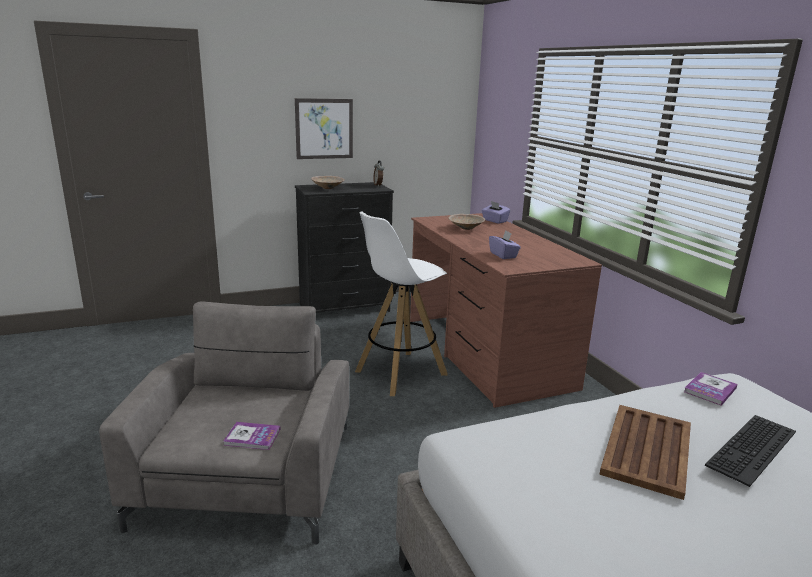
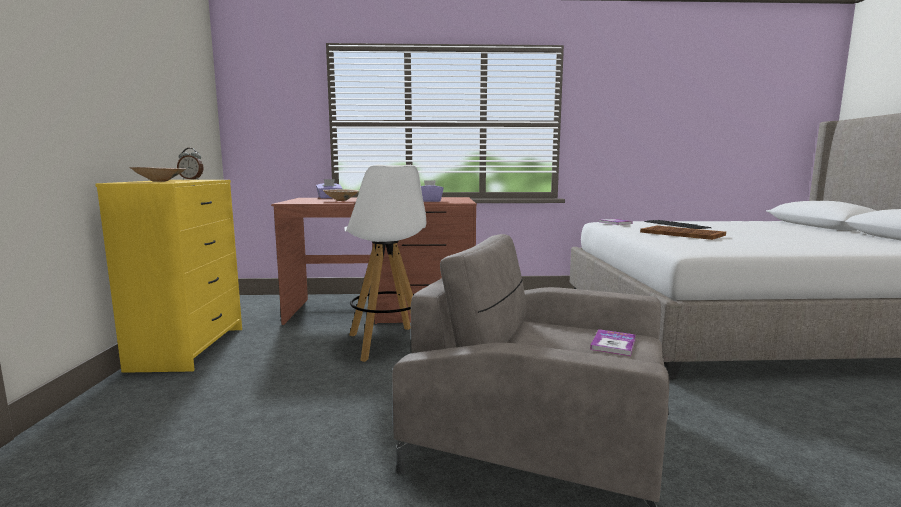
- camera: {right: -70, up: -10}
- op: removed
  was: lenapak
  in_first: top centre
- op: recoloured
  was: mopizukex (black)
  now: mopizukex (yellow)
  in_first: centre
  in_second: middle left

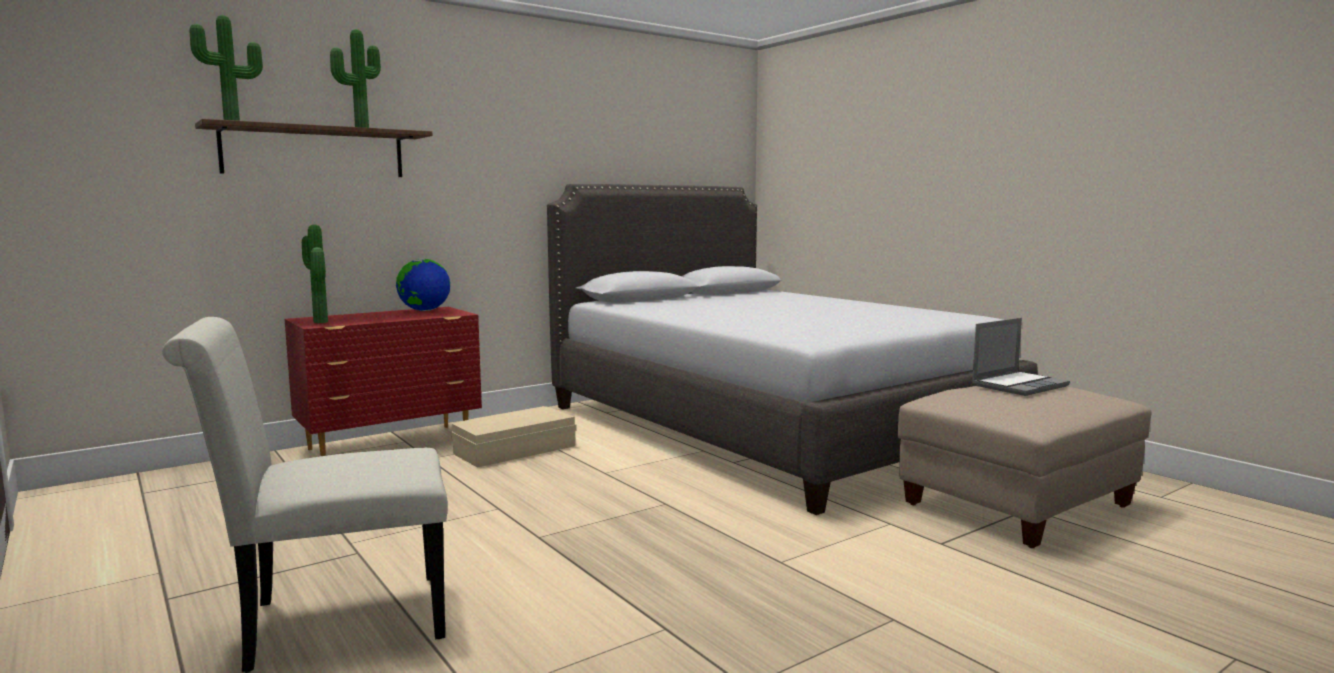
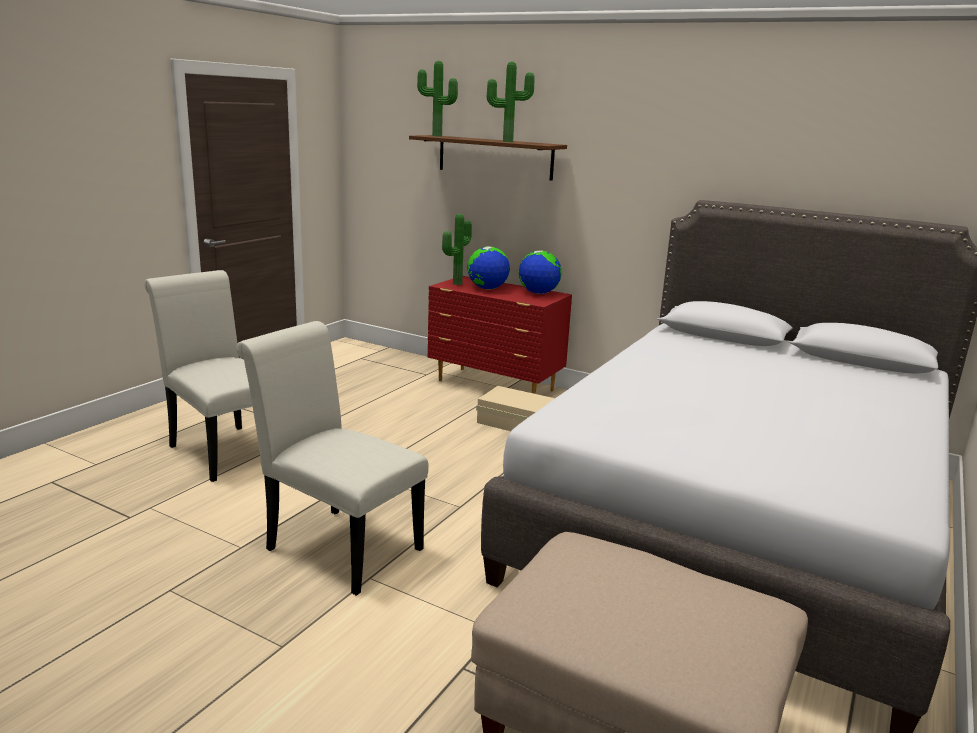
- camera: {right: 65, up: 10}
- op: removed
  was: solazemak
  in_first: middle right
- op: added
  now: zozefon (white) (2nd from left)
  in_second: centre
- op: added
  now: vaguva (1st from left)
  in_second: centre

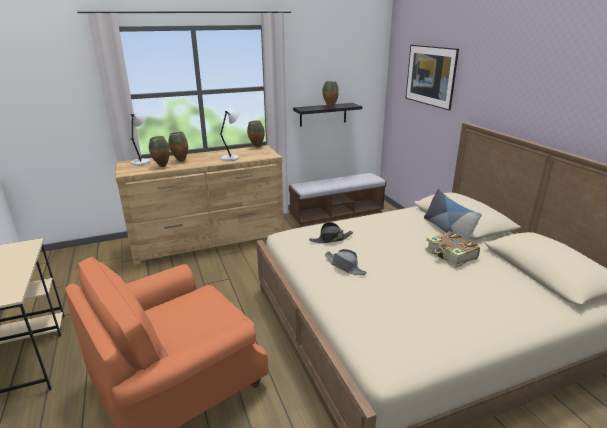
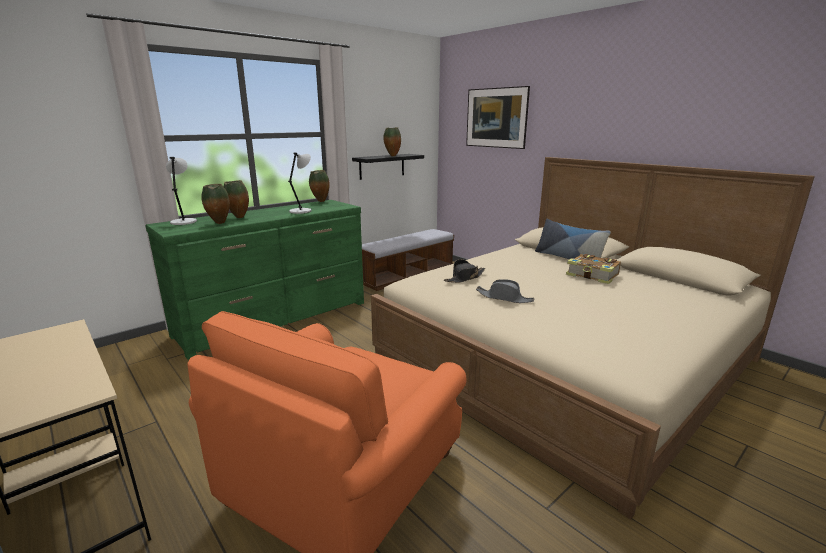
- camera: {right: -20, up: -5}
- op: recoloured
  was: mopizukex (brown)
  now: mopizukex (green)
  in_first: middle left
  in_second: middle left

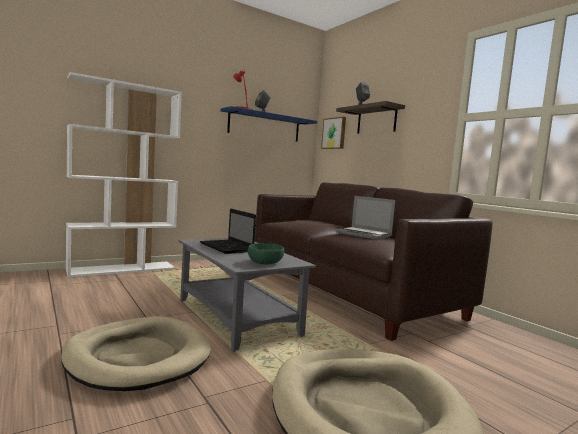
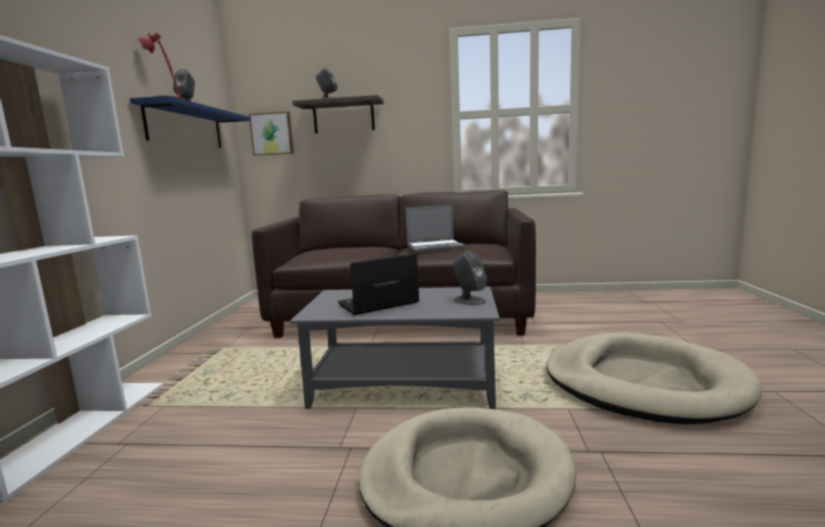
- camera: {right: -50, up: 5}
- op: turned
  was: solazemak (1st from left)
  in_first: centre
  in_second: centre
  clockwise: 150
- op: replaced
  was: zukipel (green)
  now: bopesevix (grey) (3rd from left)
  in_first: centre
  in_second: centre

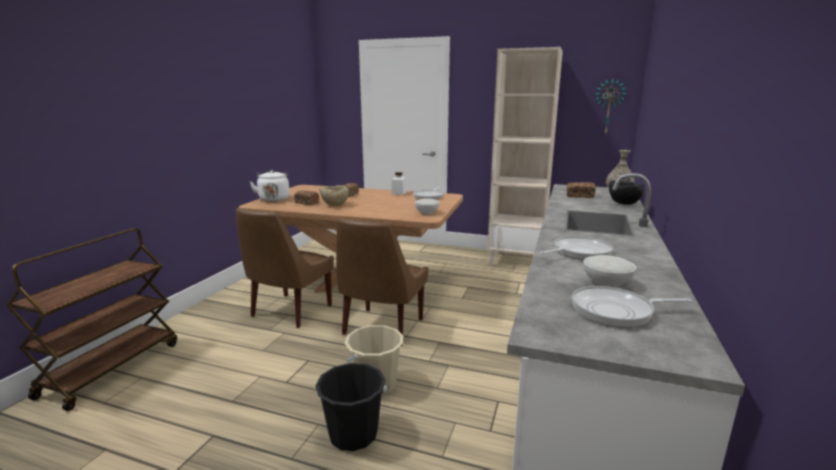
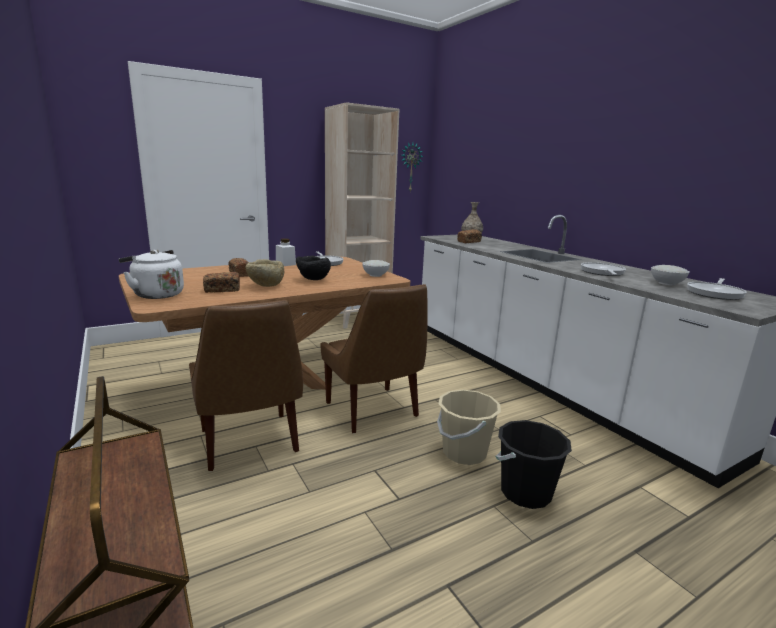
- camera: {right: -50, up: 0}
- op: moved
  was: zukipel (black)
  in_first: middle right
  in_second: centre

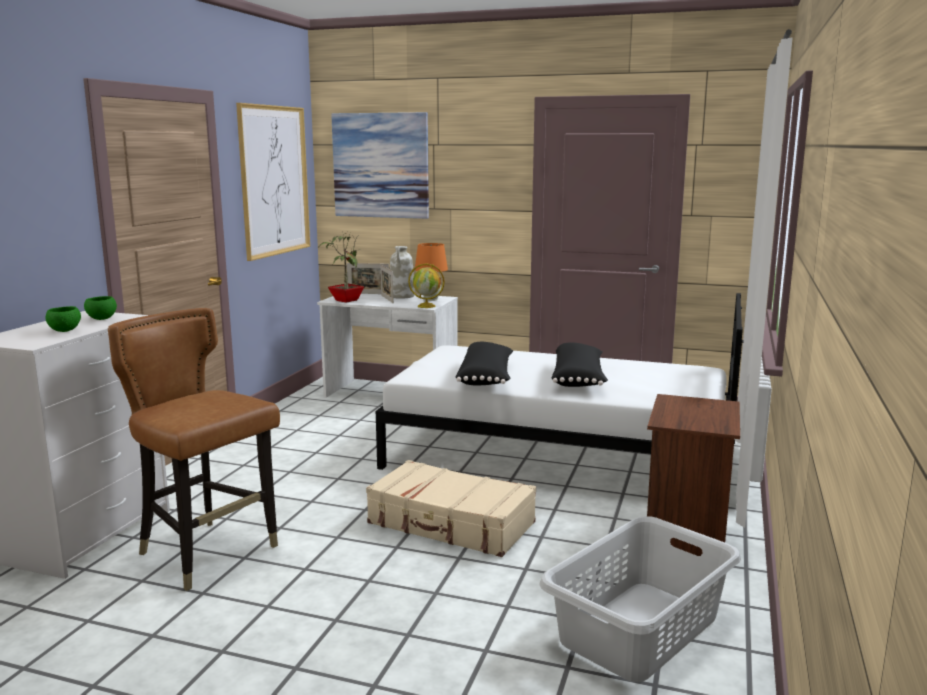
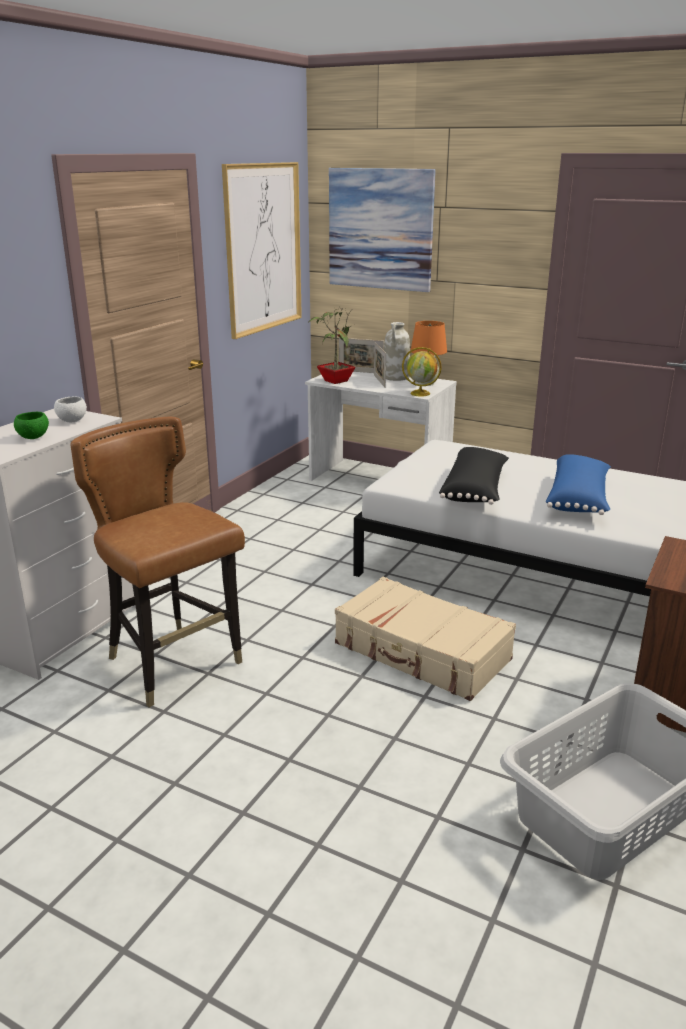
- camera: {right: 10, up: 10}
- op: recoloured
  was: zukipel (green) (2nd from left)
  now: zukipel (white)
  in_first: middle left
  in_second: middle left
- op: recoloured
  was: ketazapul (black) (2nd from left)
  now: ketazapul (blue)
  in_first: centre
  in_second: middle right

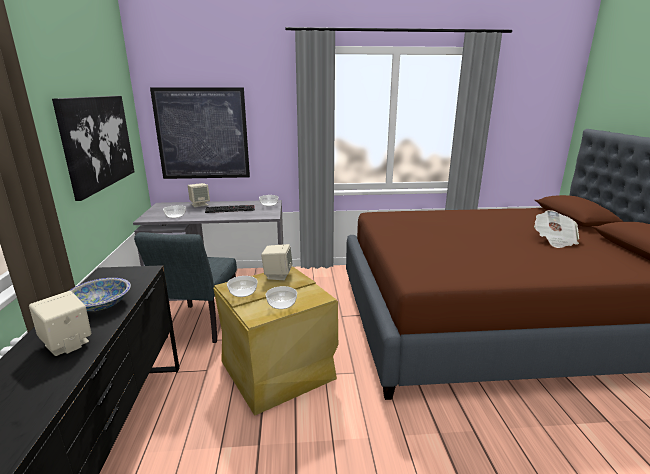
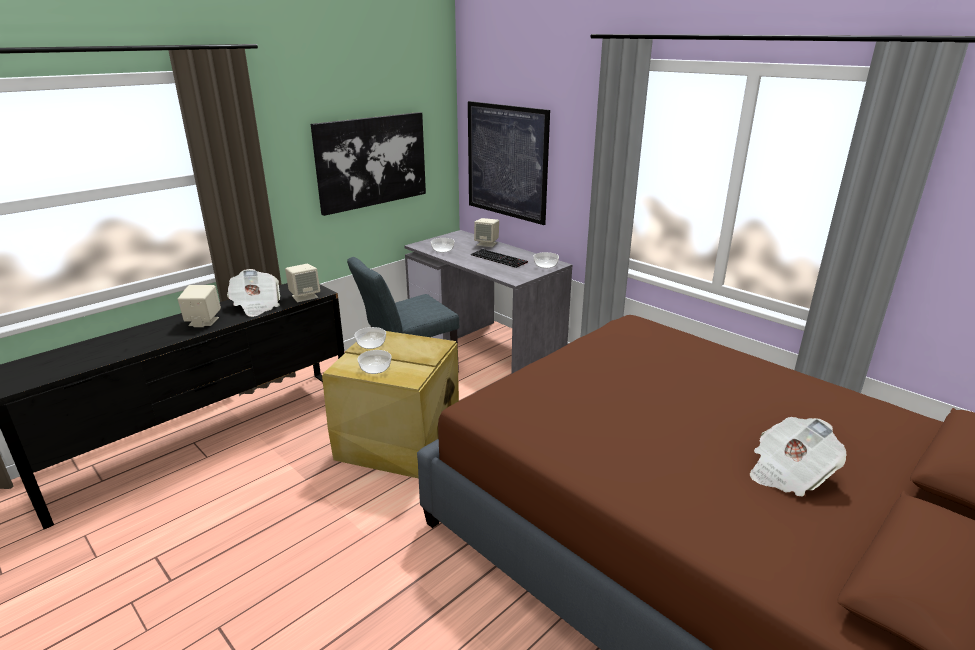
- camera: {right: 50, up: 5}
- op: replaced
  was: zukipel (1st from left)
  now: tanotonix (1st from left)
  in_first: middle left
  in_second: middle left
- op: moved
  was: bopesevix (beige) (3rd from left in the first image)
  now: bopesevix (beige) (2nd from left)
  in_first: centre
  in_second: middle left

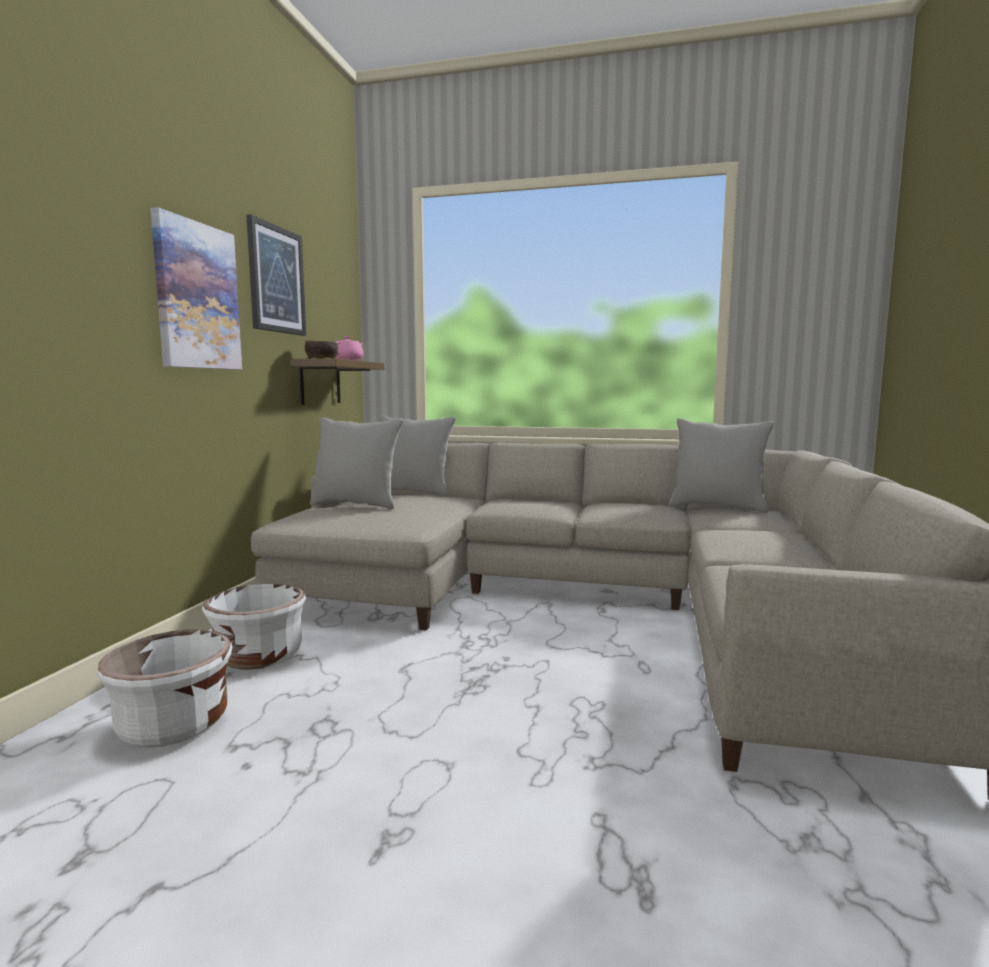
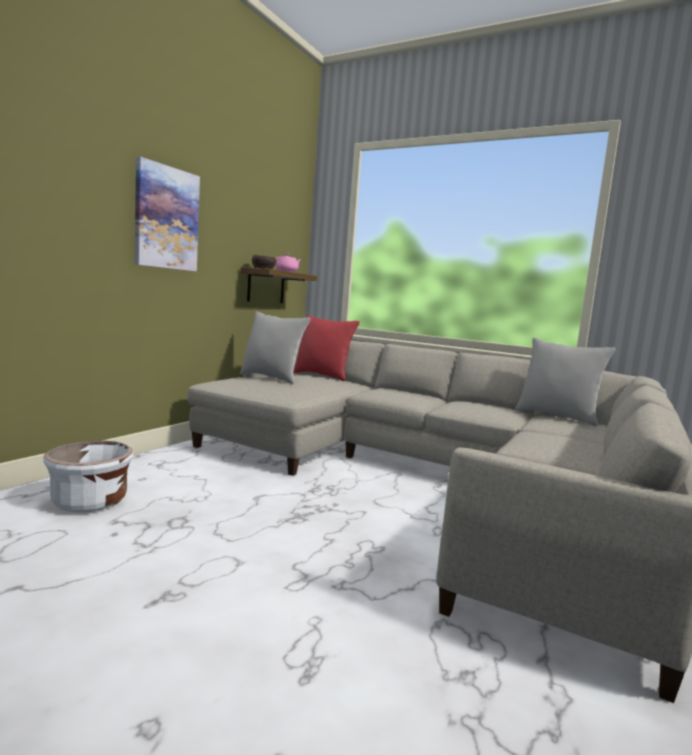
- camera: {right: 15, up: 0}
- op: removed
  was: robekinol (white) (2nd from left)
  in_first: middle left
- op: removed
  was: lenapak (2nd from left)
  in_first: top left
- op: recoloured
  was: ketazapul (grey) (2nd from left)
  now: ketazapul (red)
  in_first: centre
  in_second: centre

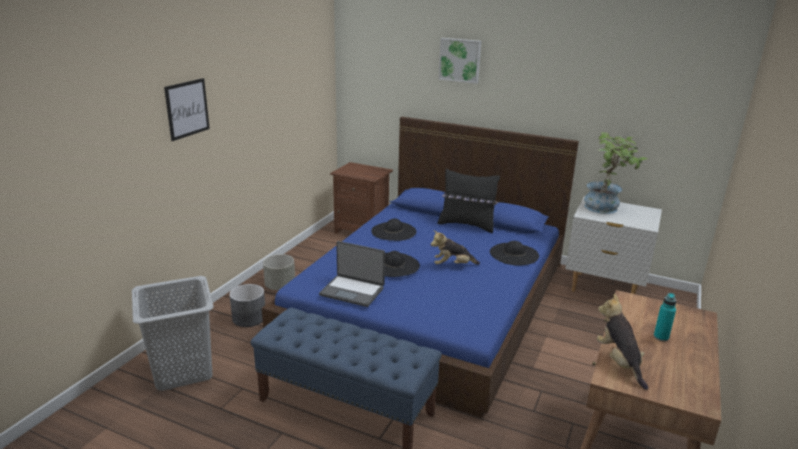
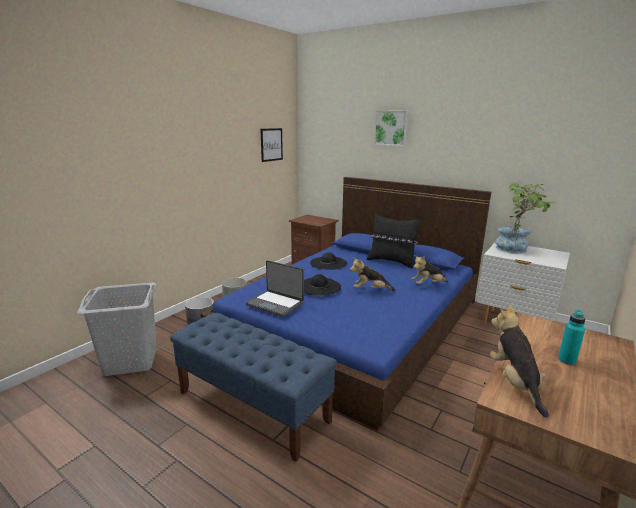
- camera: {right: 10, up: -5}
- op: moved
  was: lenapak (1st from left)
  in_first: top left
  in_second: top centre
- op: replaced
  was: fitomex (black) (3rd from left)
  now: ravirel (2nd from left)
  in_first: centre
  in_second: middle right

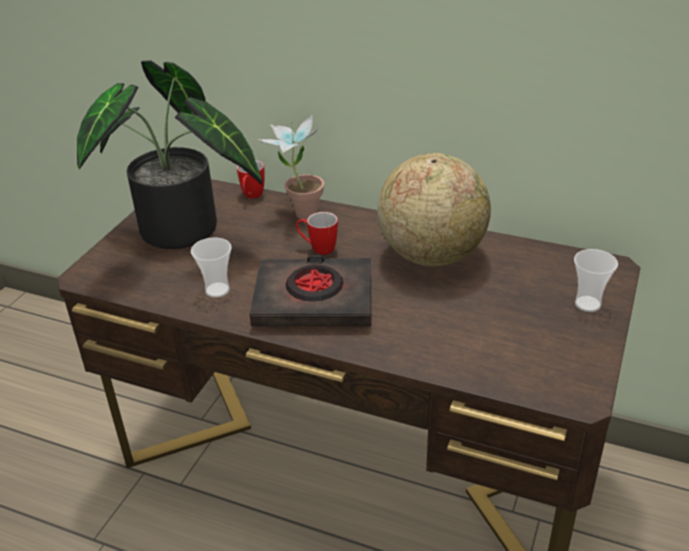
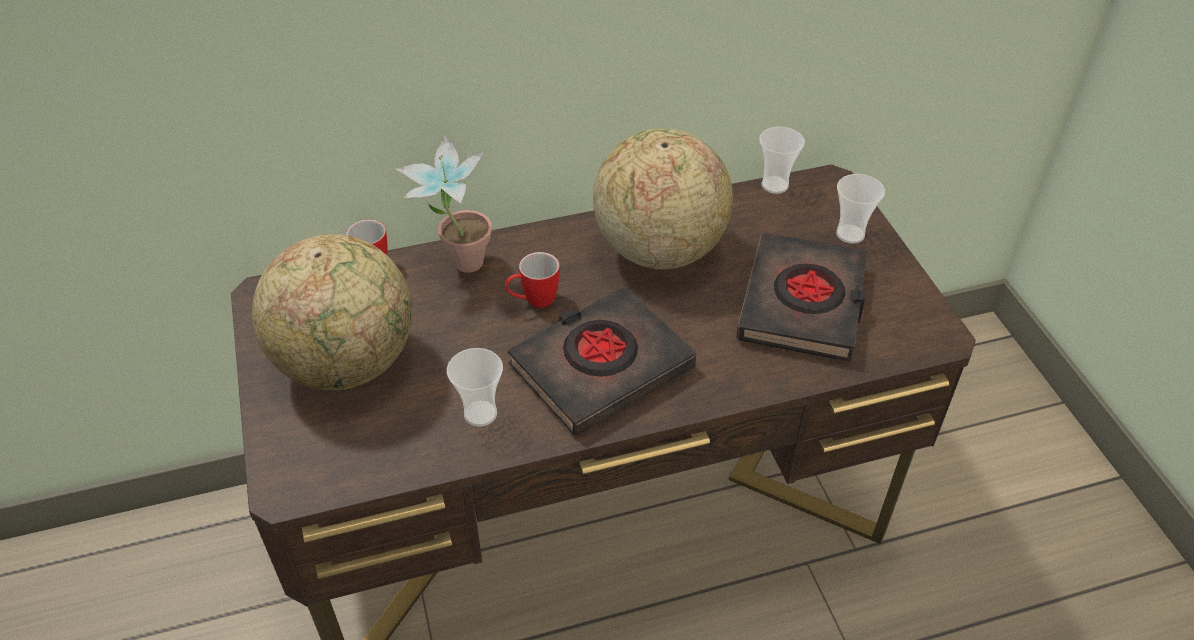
- camera: {right: -40, up: 10}
- op: replaced
  was: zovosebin (1st from left)
  now: vaguva (1st from left)
  in_first: top left
  in_second: middle left
- op: added
  now: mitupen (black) (2nd from left)
  in_second: middle right
- op: added
  now: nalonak (2nd from left)
  in_second: top centre

